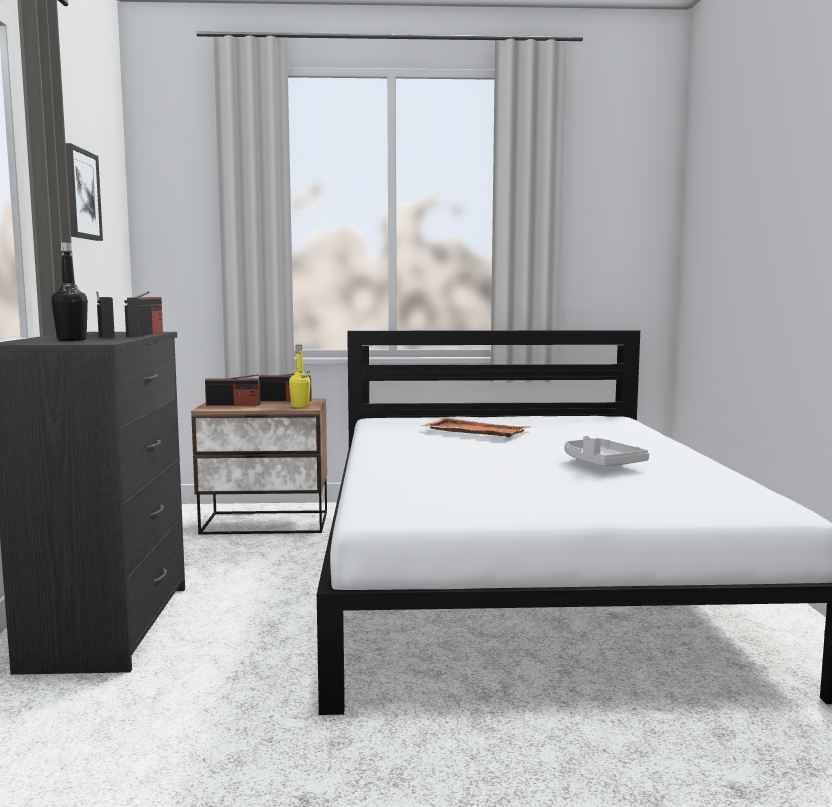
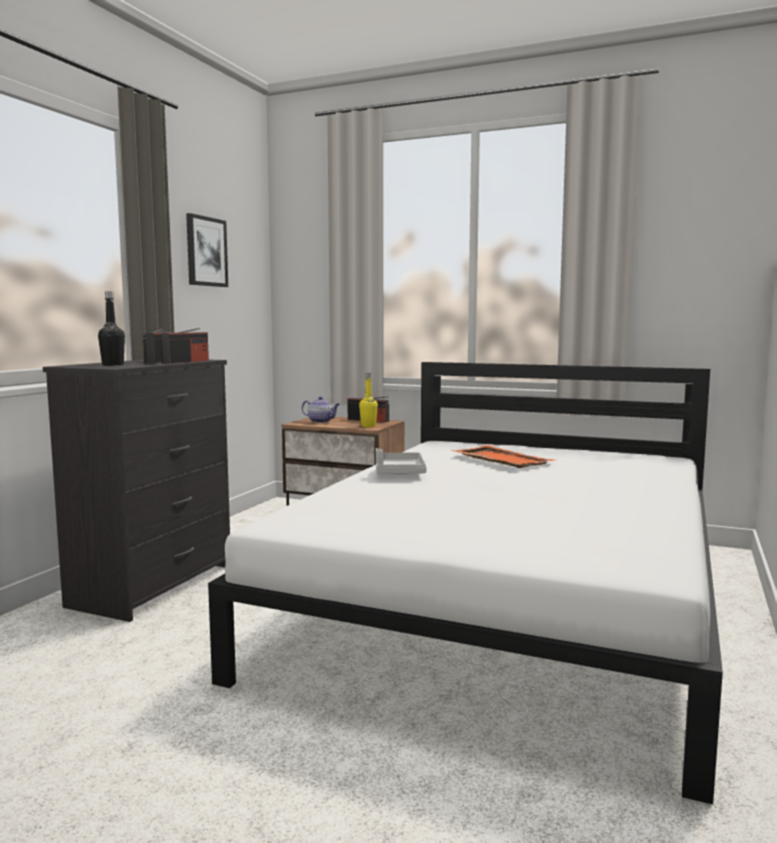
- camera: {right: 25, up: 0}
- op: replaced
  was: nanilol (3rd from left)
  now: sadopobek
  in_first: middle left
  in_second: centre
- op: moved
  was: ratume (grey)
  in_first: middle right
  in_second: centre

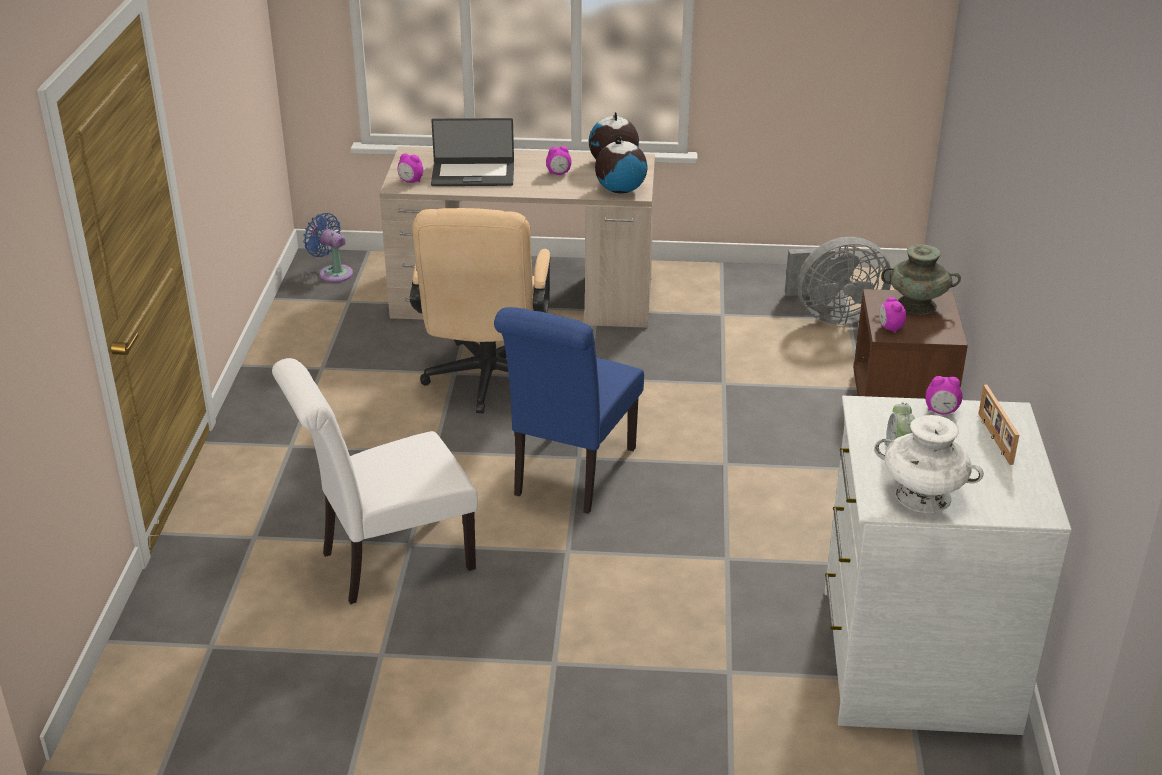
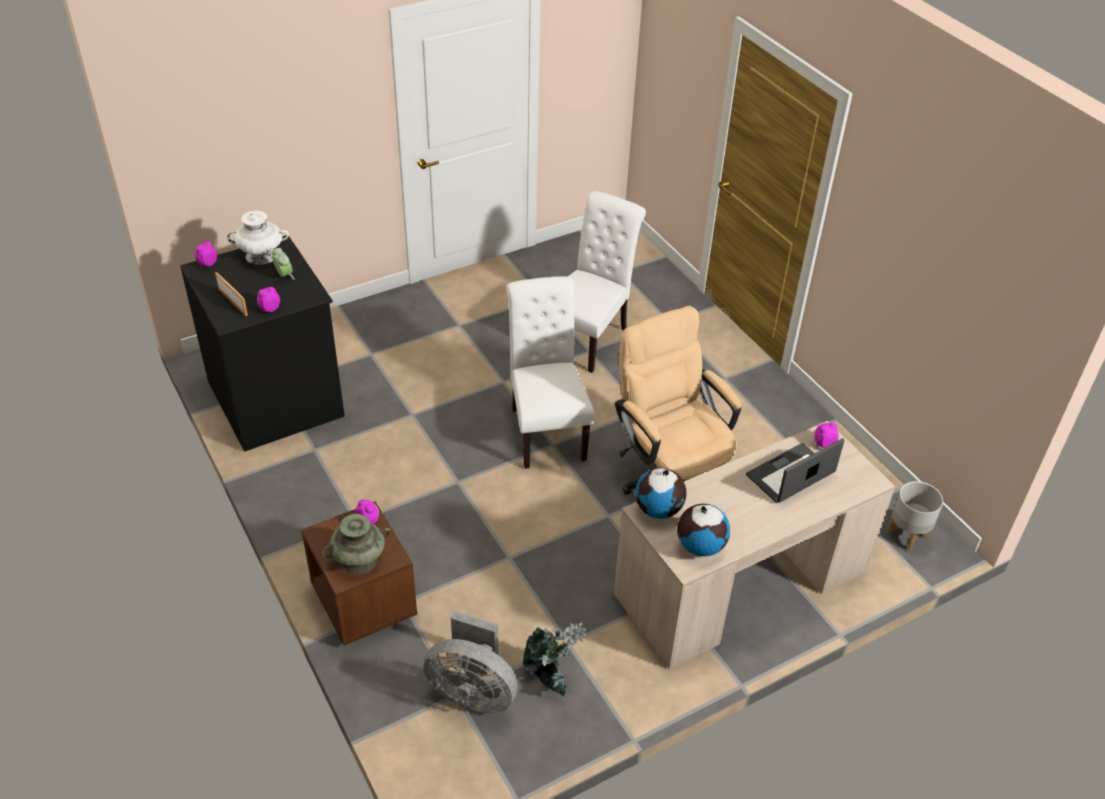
- camera: {right: 145, up: 10}
- op: replaced
  was: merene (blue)
  now: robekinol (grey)
  in_first: top left
  in_second: middle right
- op: recoloured
  was: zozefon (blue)
  now: zozefon (white) (1st from left)
  in_first: centre
  in_second: centre
- op: moved
  was: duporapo (2nd from left in the first image)
  now: duporapo (1st from left)
  in_first: top centre
  in_second: top left
- op: turned
  was: merene (grey)
  in_first: middle right
  in_second: bottom centre
  clockwise: -120
- op: recoloured
  was: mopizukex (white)
  now: mopizukex (black)
  in_first: bottom right
  in_second: middle left
- op: added
  now: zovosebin
  in_second: bottom centre

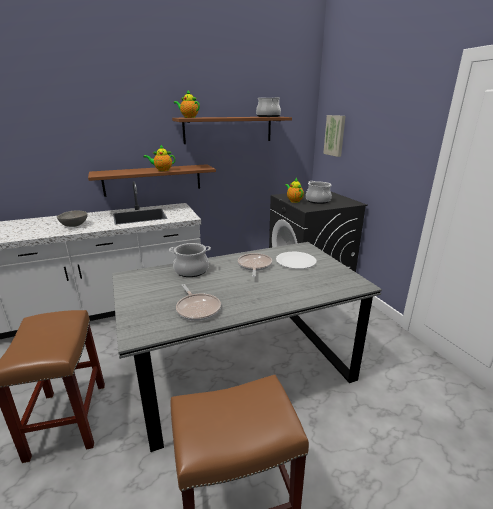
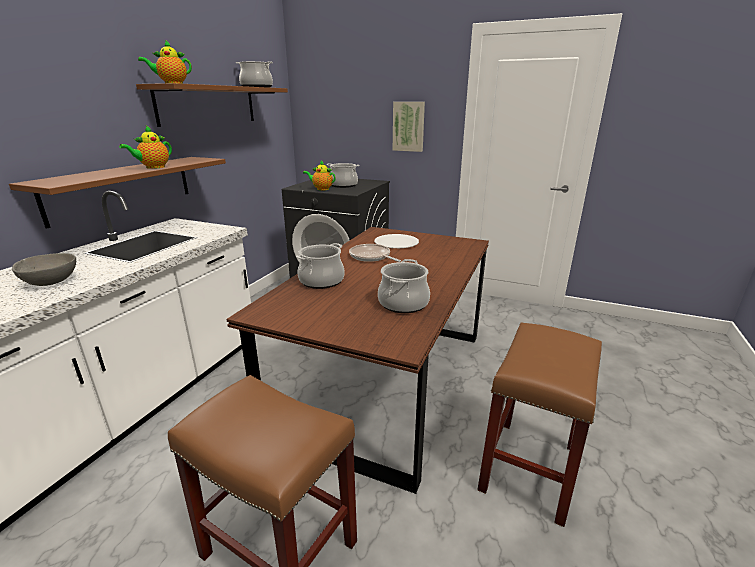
- camera: {right: -45, up: 0}
- op: recoloured
  was: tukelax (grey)
  now: tukelax (brown)
  in_first: bottom centre
  in_second: centre
- op: replaced
  was: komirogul (1st from left)
  now: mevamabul (4th from left)
  in_first: centre
  in_second: centre
- op: moved
  was: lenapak
  in_first: top right
  in_second: top centre

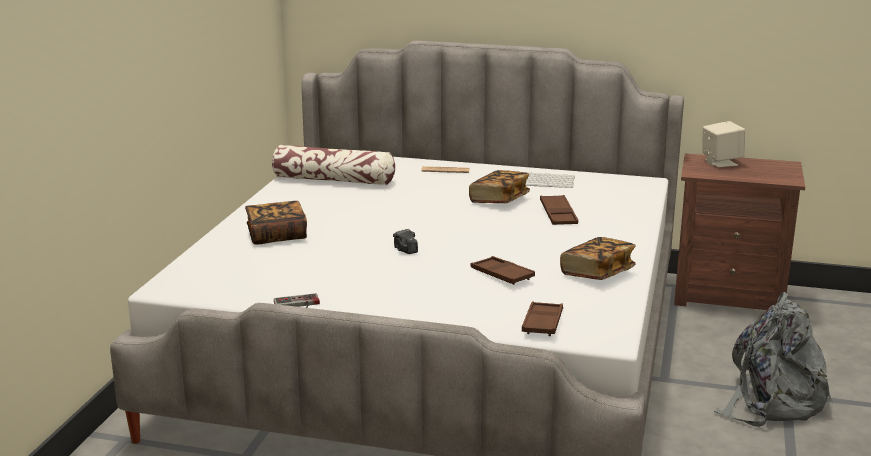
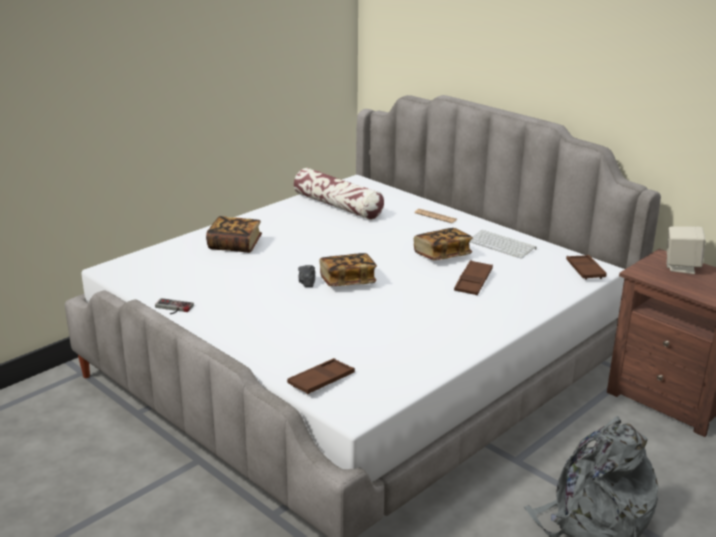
- camera: {right: 30, up: 5}
- op: moved
  was: ratume (brown) (1st from left in the first image)
  now: ratume (brown) (3rd from left)
  in_first: centre
  in_second: middle right
- op: moved
  was: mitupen (3rd from left in the first image)
  now: mitupen (2nd from left)
  in_first: middle right
  in_second: centre

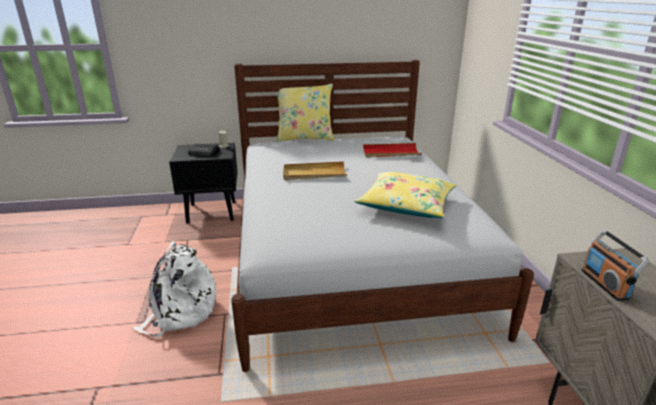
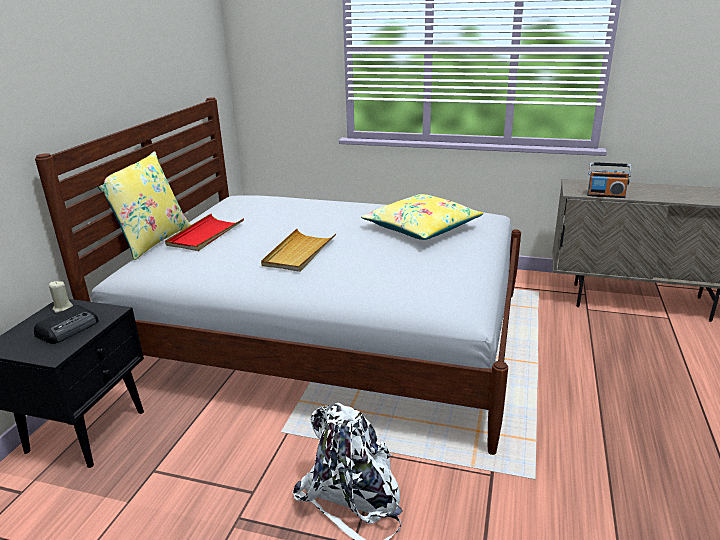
- camera: {right: -65, up: 0}
- op: moved
  was: ratume (red)
  in_first: centre
  in_second: middle left

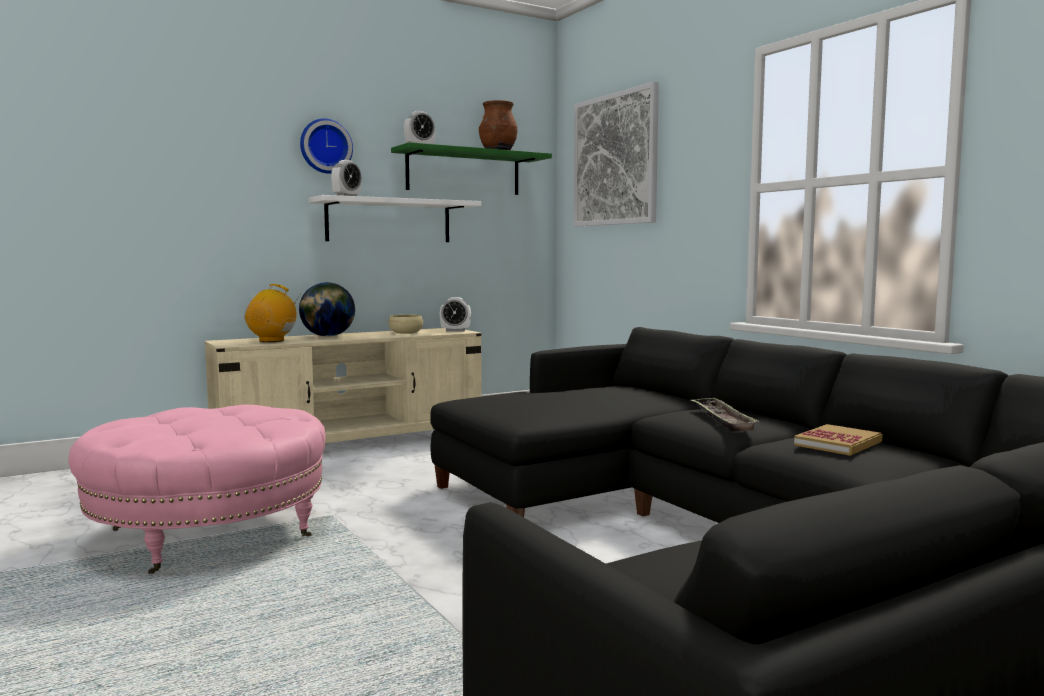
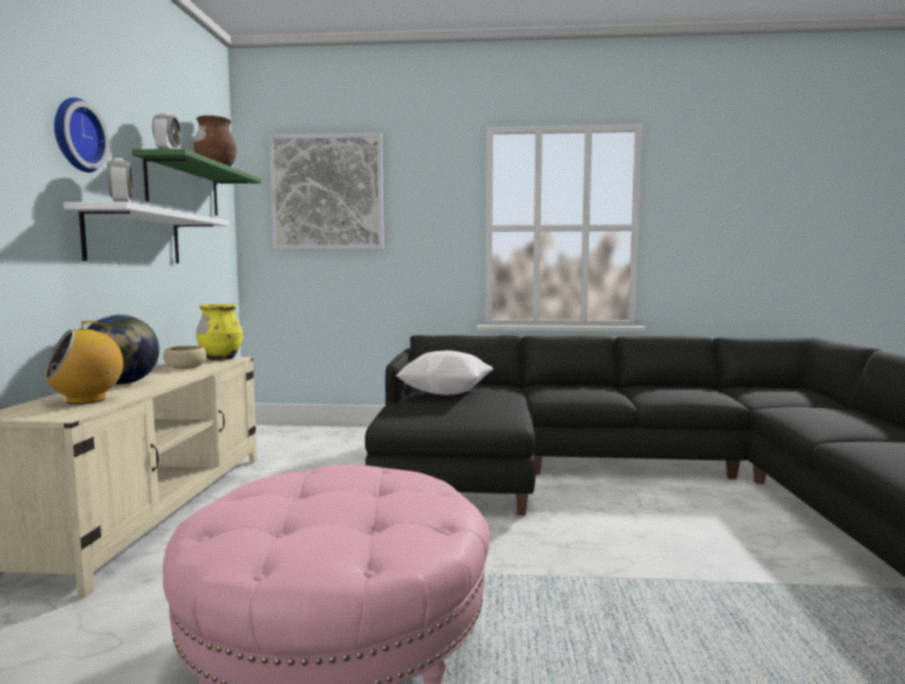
- camera: {right: -55, up: 0}
- op: replaced
  was: duporapo (3rd from left)
  now: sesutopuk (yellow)
  in_first: centre
  in_second: middle left
- op: removed
  was: ratume
  in_first: middle right
- op: removed
  was: mitupen
  in_first: middle right
- op: added
  now: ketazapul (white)
  in_second: centre

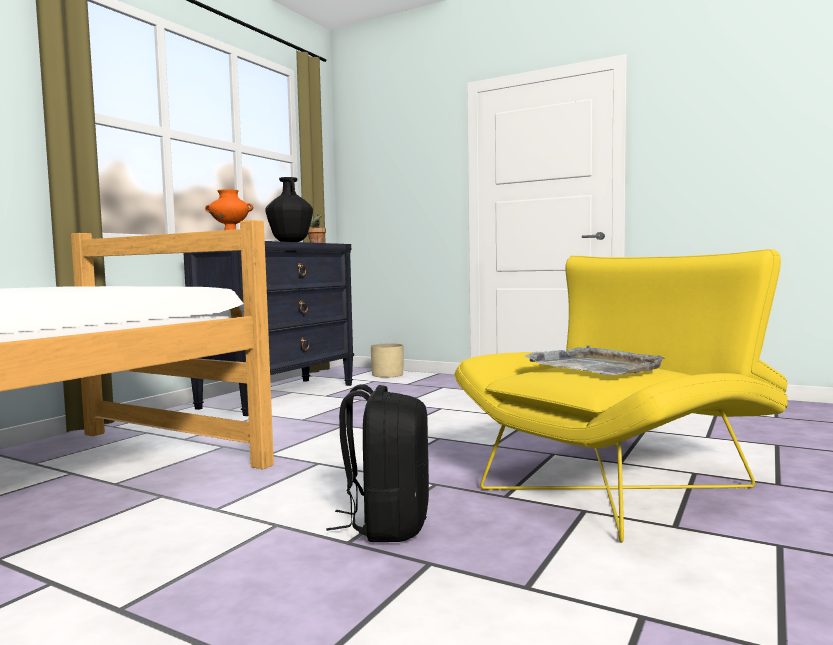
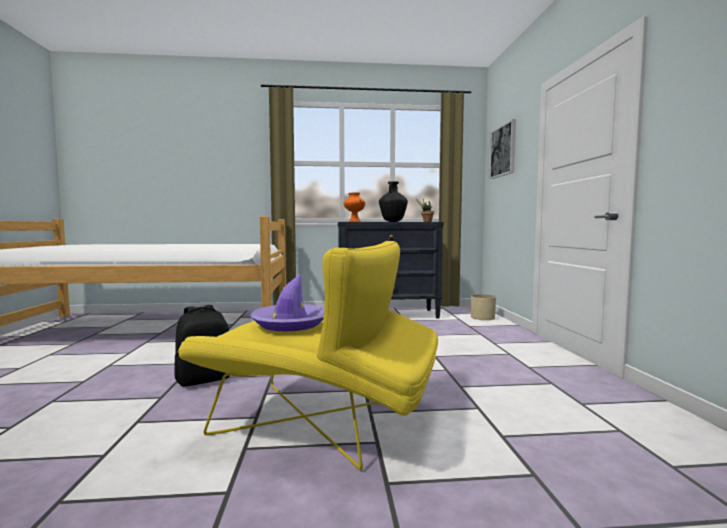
- camera: {right: 55, up: 0}
- op: replaced
  was: ratume (grey)
  now: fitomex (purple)
  in_first: middle right
  in_second: centre
- op: added
  now: lenapak
  in_second: top right

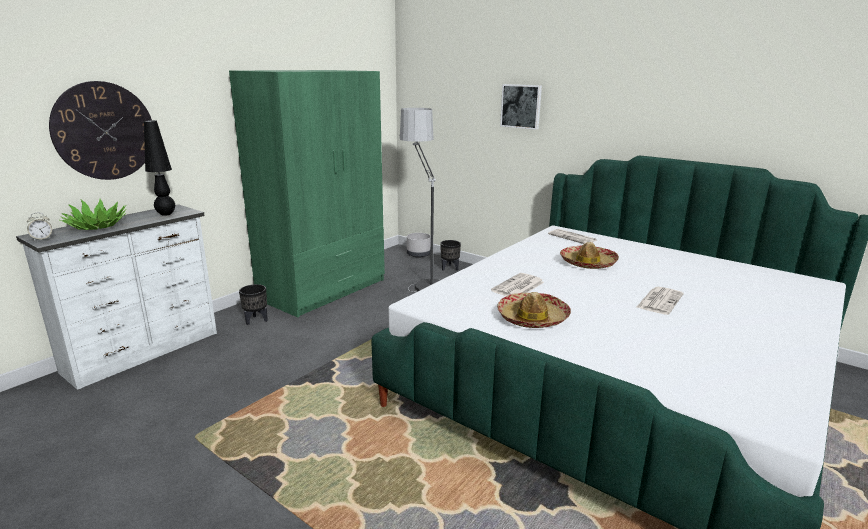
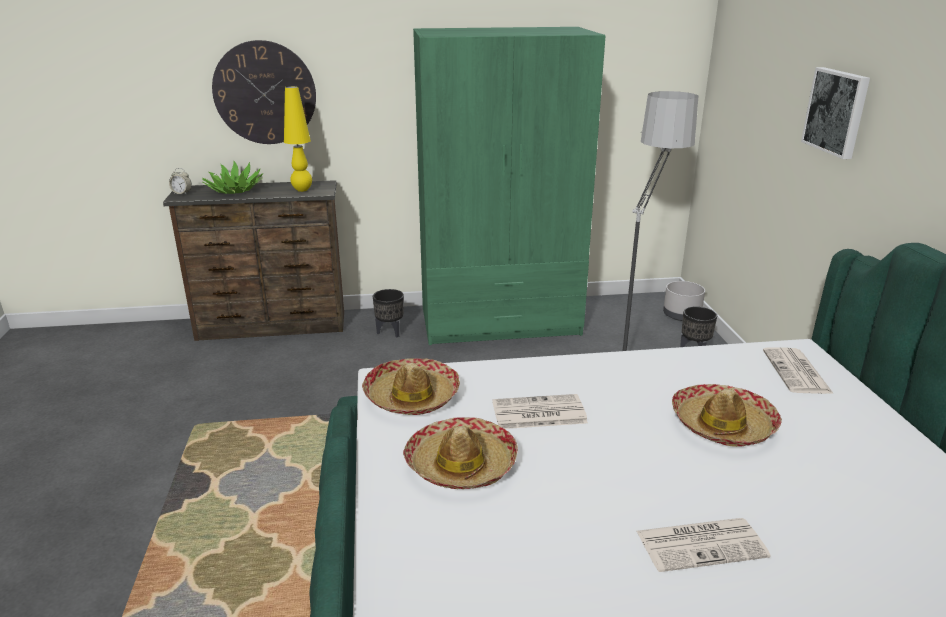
- camera: {right: 45, up: 5}
- op: recoloured
  was: mopizukex (white)
  now: mopizukex (brown)
  in_first: middle left
  in_second: middle left
- op: recoloured
  was: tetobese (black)
  now: tetobese (yellow)
  in_first: top left
  in_second: top left
- op: added
  now: fitomex (1st from left)
  in_second: centre

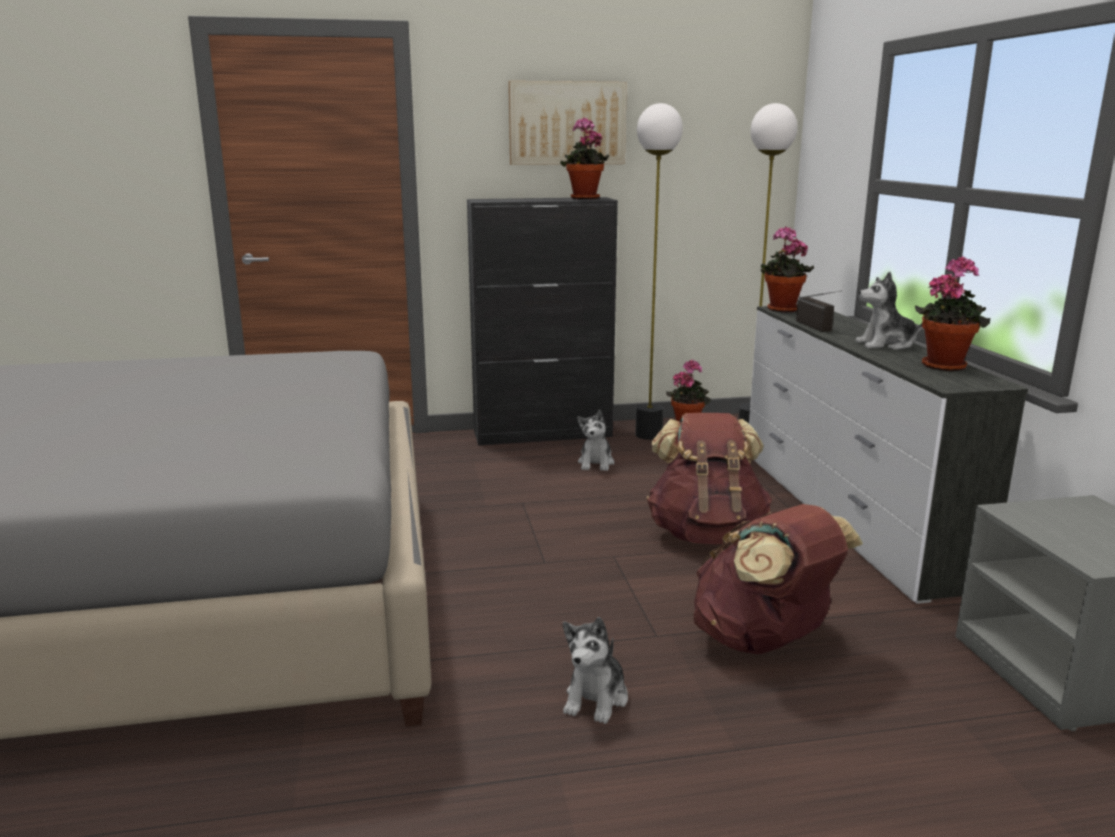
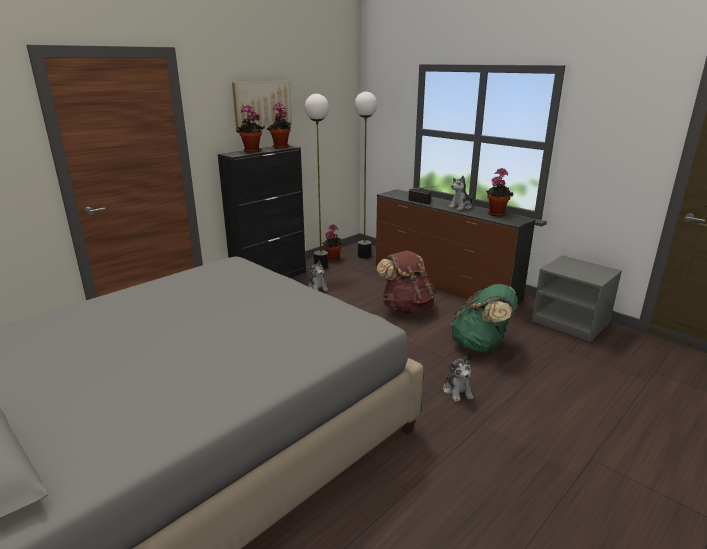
- camera: {right: -35, up: 5}
- op: recoloured
  was: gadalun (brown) (2nd from left)
  now: gadalun (green)
  in_first: bottom right
  in_second: middle right
- op: recoloured
  was: mopizukex (white)
  now: mopizukex (brown)
  in_first: middle right
  in_second: centre
- op: moved
  was: zovosebin (3rd from left in the first image)
  now: zovosebin (1st from left)
  in_first: top right
  in_second: top centre

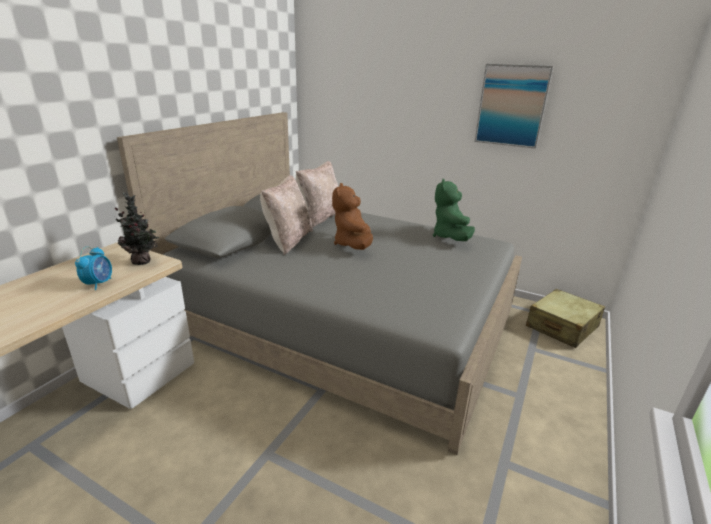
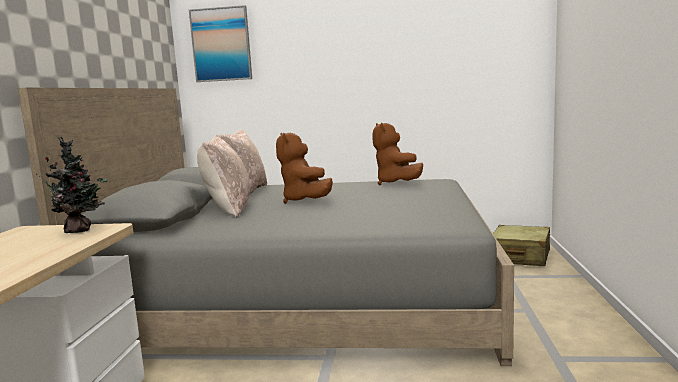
- camera: {right: -20, up: -15}
- op: removed
  was: duporapo
  in_first: middle left
- op: recoloured
  was: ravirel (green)
  now: ravirel (brown) (2nd from left)
  in_first: centre
  in_second: centre
- op: moved
  was: lenapak
  in_first: top right
  in_second: top left

